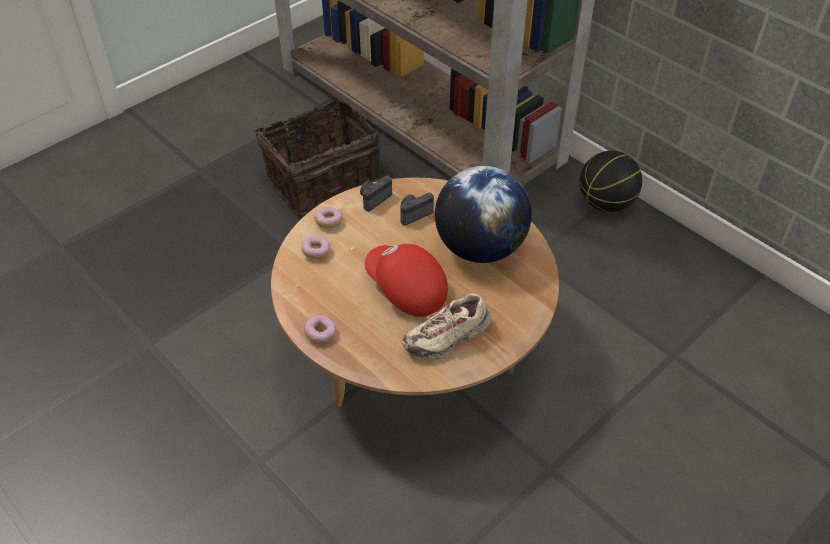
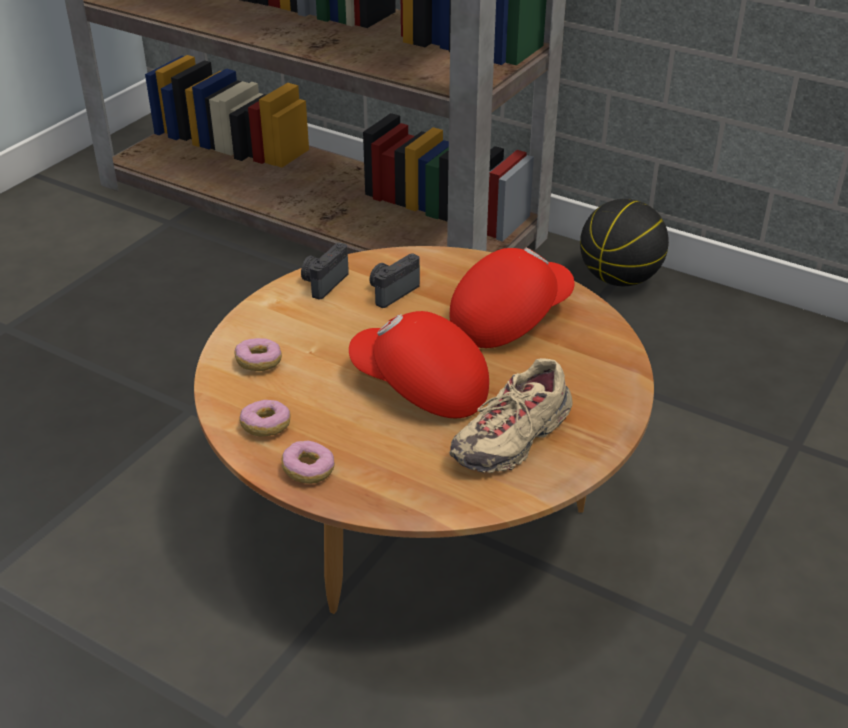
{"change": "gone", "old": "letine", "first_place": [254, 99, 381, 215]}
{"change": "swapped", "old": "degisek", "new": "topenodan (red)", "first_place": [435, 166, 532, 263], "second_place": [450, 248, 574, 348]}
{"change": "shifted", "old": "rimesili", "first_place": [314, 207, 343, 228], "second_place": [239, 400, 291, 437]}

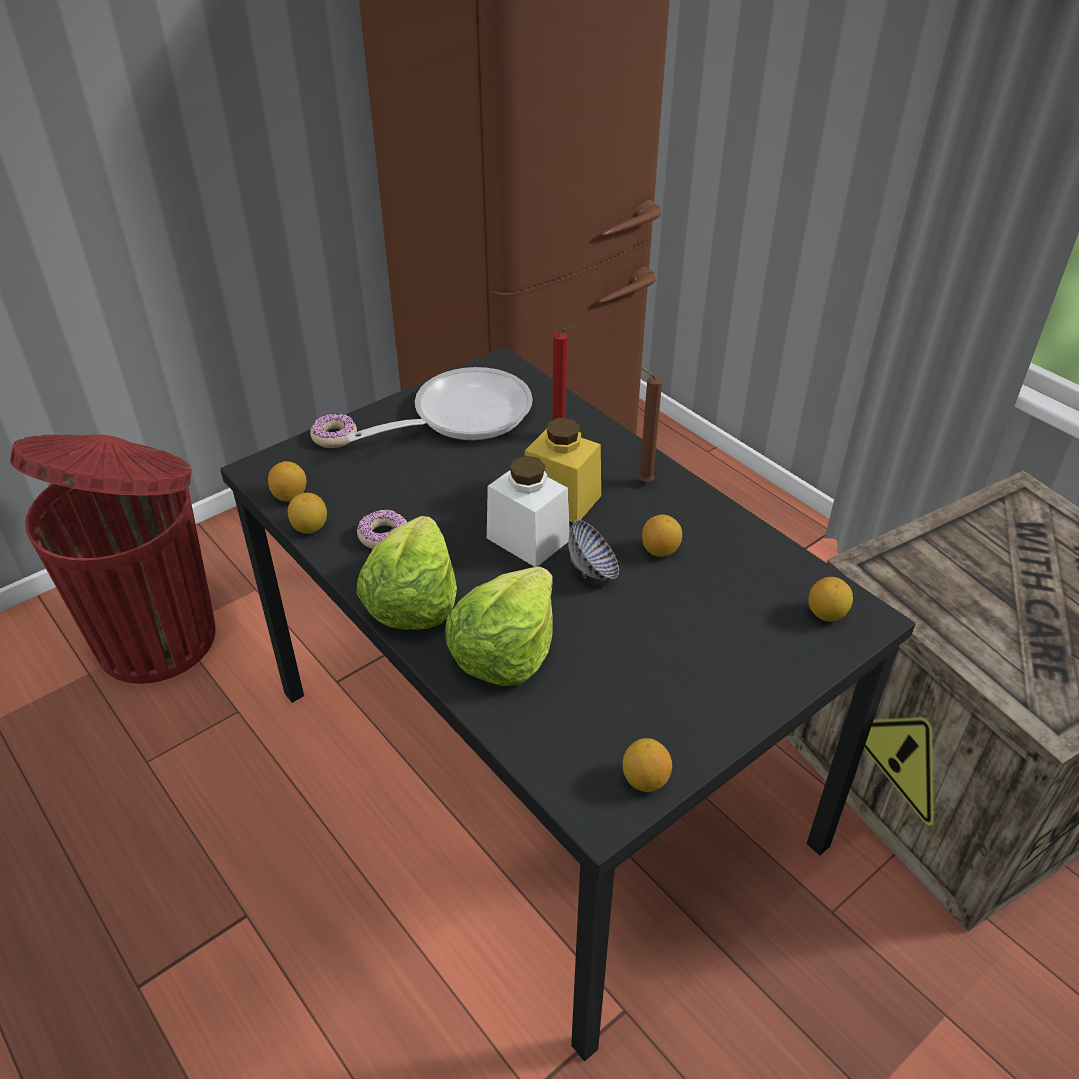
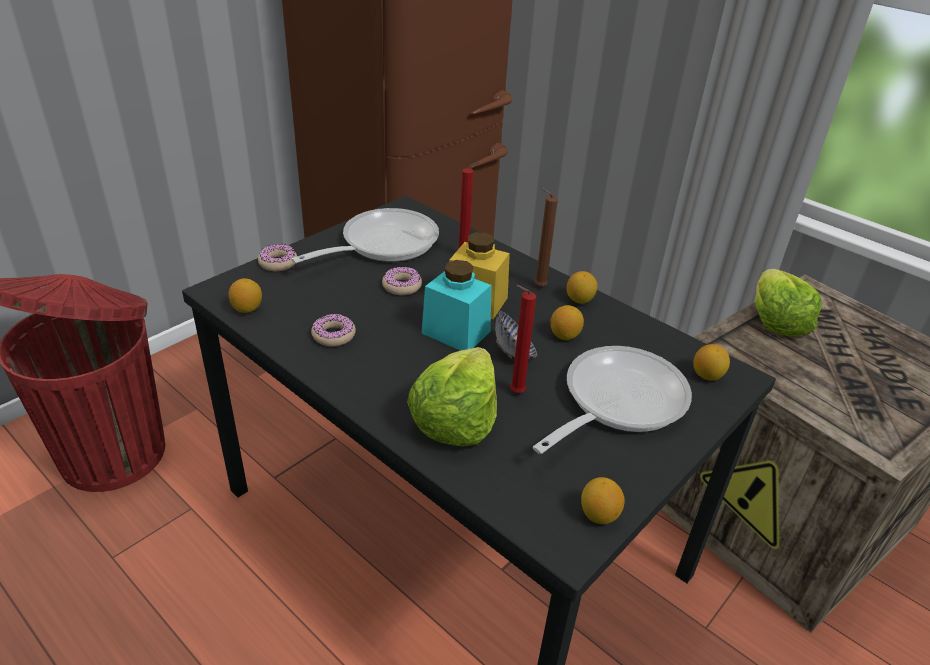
{"change": "repainted", "old": "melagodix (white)", "new": "melagodix (turquoise)", "first_place": [487, 456, 570, 567], "second_place": [421, 260, 491, 351]}
{"change": "shifted", "old": "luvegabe", "first_place": [288, 493, 327, 534], "second_place": [567, 271, 598, 304]}
{"change": "shifted", "old": "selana", "first_place": [356, 516, 457, 630], "second_place": [755, 269, 822, 336]}
{"change": "new", "new": "rimesili", "second_place": [382, 267, 422, 295]}
{"change": "new", "new": "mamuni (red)", "second_place": [510, 285, 536, 393]}
{"change": "new", "new": "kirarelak", "second_place": [533, 346, 692, 454]}

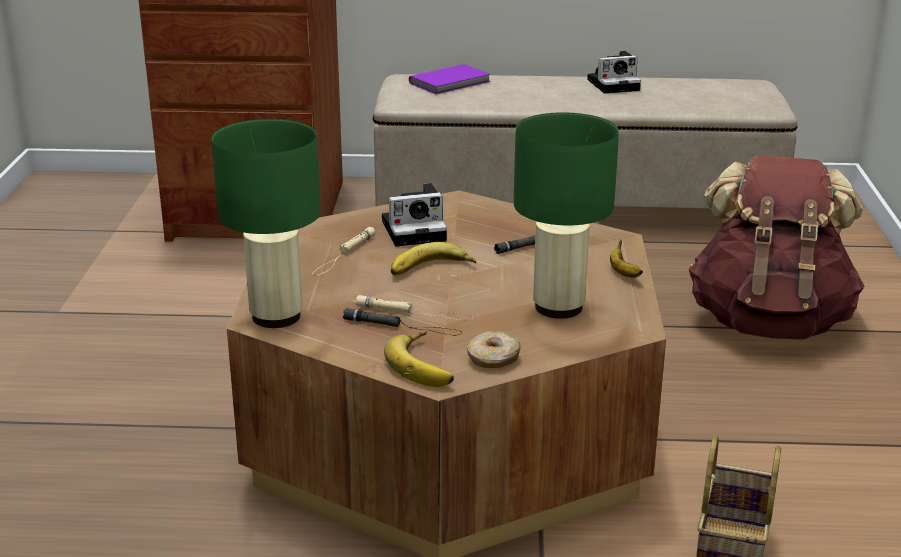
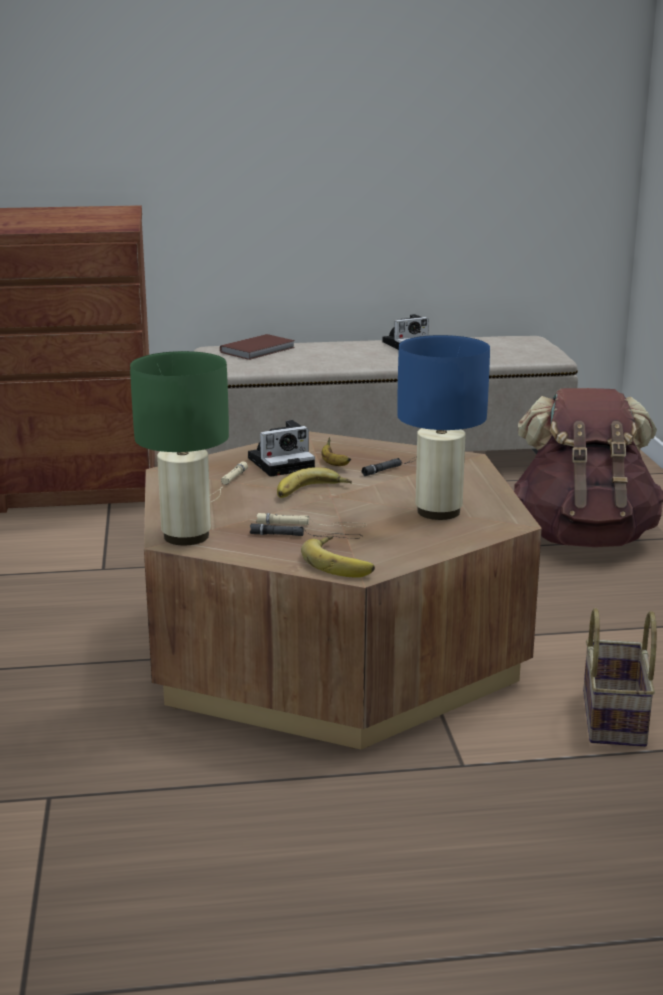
{"change": "repainted", "old": "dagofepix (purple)", "new": "dagofepix (brown)", "first_place": [409, 64, 491, 94], "second_place": [220, 334, 295, 360]}
{"change": "repainted", "old": "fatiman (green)", "new": "fatiman (blue)", "first_place": [514, 112, 619, 319], "second_place": [397, 335, 490, 520]}
{"change": "shifted", "old": "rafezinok", "first_place": [610, 239, 643, 278], "second_place": [321, 438, 351, 466]}
{"change": "gone", "old": "rimesili", "first_place": [467, 331, 521, 368]}

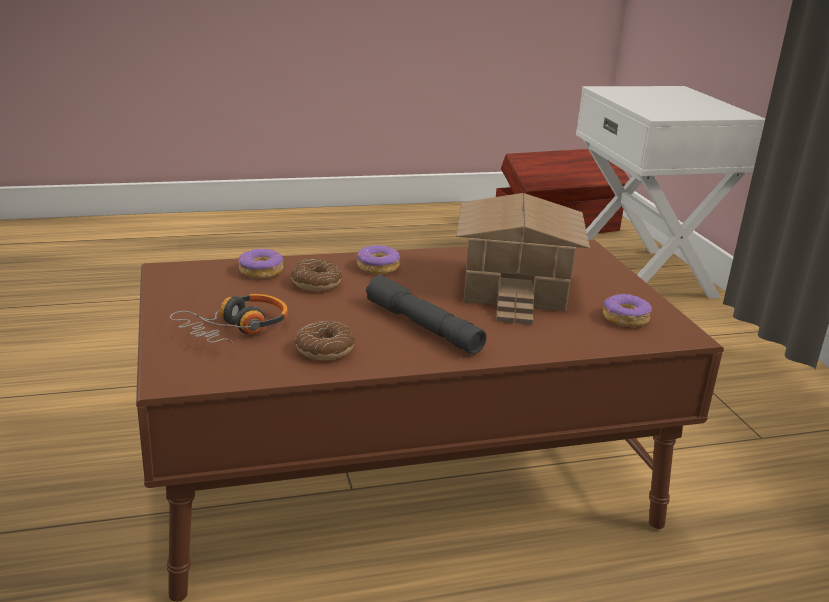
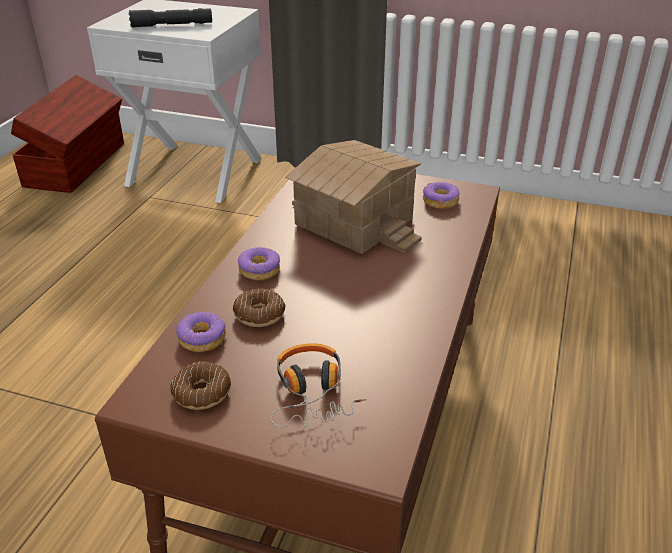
{"change": "shifted", "old": "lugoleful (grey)", "first_place": [366, 275, 487, 354], "second_place": [129, 8, 212, 28]}
{"change": "shifted", "old": "rimesili", "first_place": [295, 321, 355, 360], "second_place": [171, 361, 231, 410]}

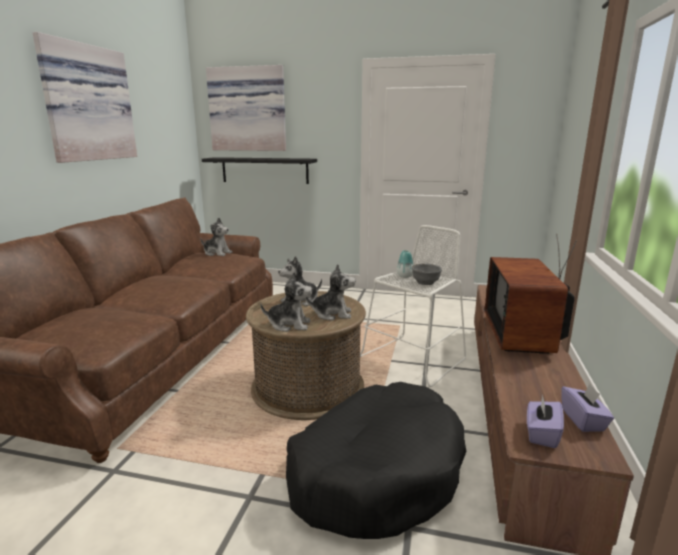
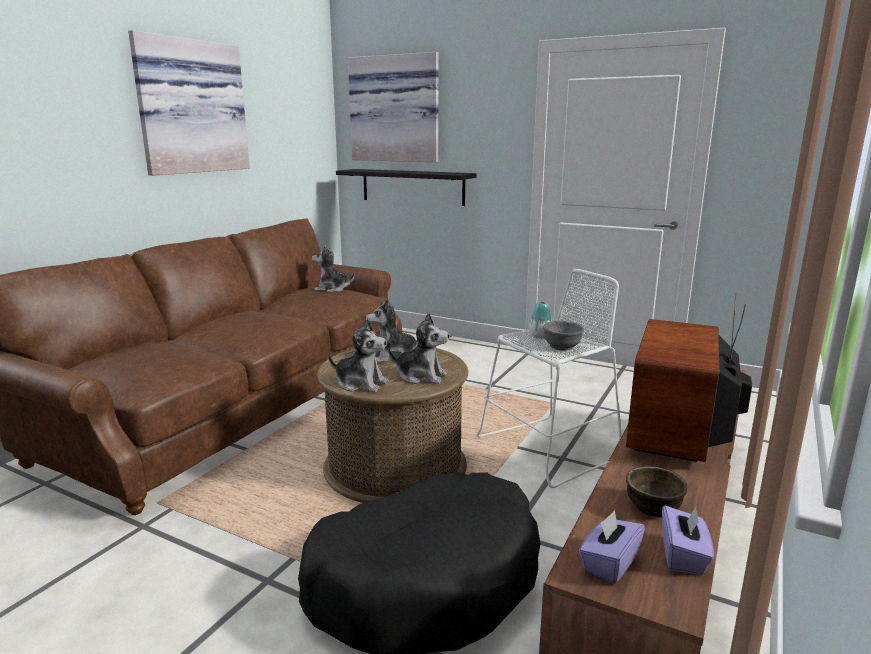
{"change": "rotated", "old": "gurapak", "first_place": [200, 218, 232, 256], "second_place": [312, 245, 355, 292], "degrees": 150}
{"change": "new", "new": "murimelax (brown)", "second_place": [626, 466, 687, 517]}

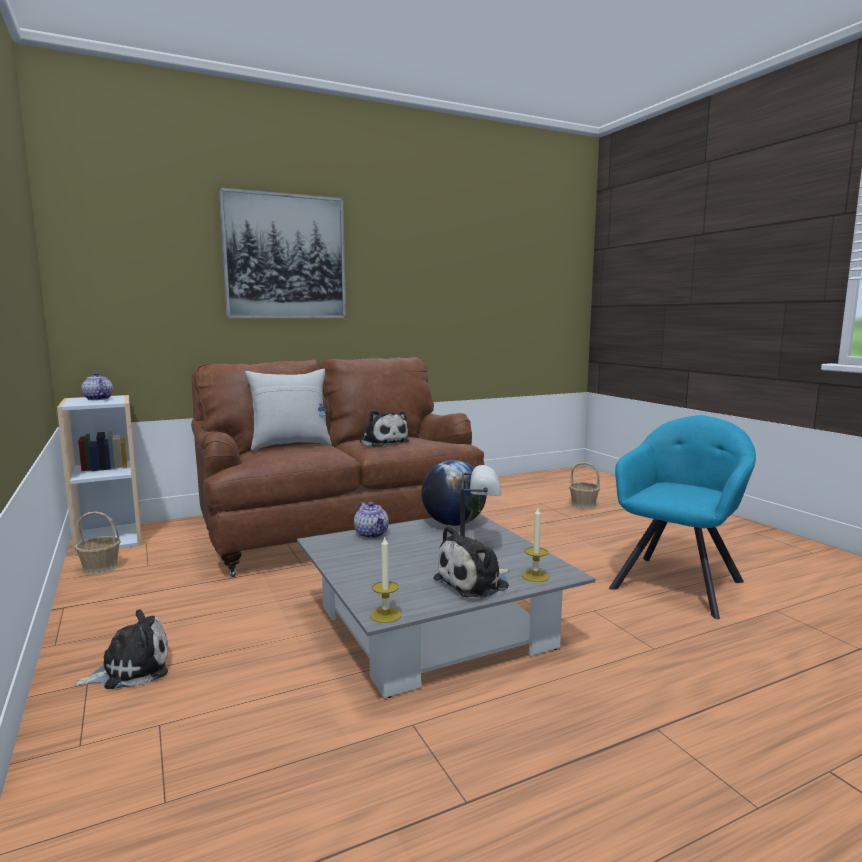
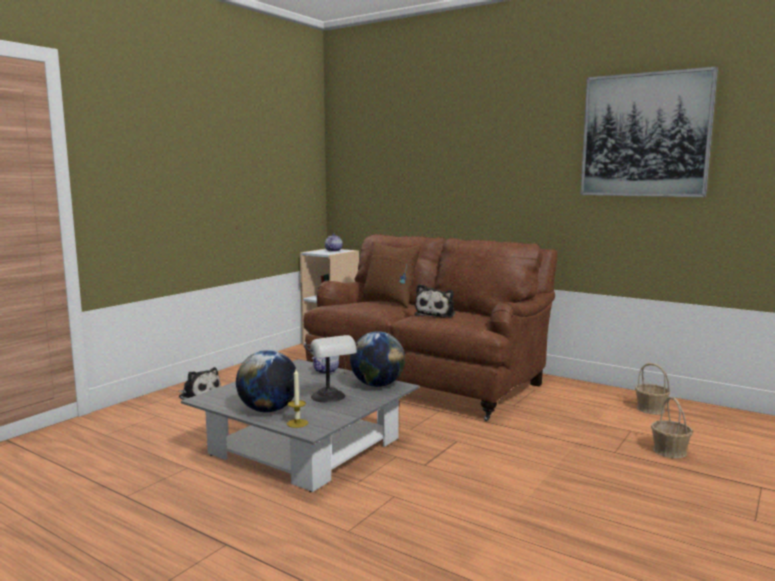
{"change": "shifted", "old": "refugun", "first_place": [219, 187, 346, 318], "second_place": [580, 66, 718, 197]}
{"change": "repainted", "old": "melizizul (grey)", "new": "melizizul (brown)", "first_place": [245, 369, 332, 450], "second_place": [361, 241, 421, 308]}
{"change": "gone", "old": "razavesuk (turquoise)", "first_place": [609, 415, 756, 619]}
{"change": "shifted", "old": "letine", "first_place": [75, 511, 121, 575], "second_place": [635, 363, 670, 414]}
{"change": "swapped", "old": "gurapak", "new": "degisek", "first_place": [433, 525, 510, 598], "second_place": [236, 350, 297, 412]}
{"change": "gone", "old": "mamuni", "first_place": [370, 537, 401, 623]}

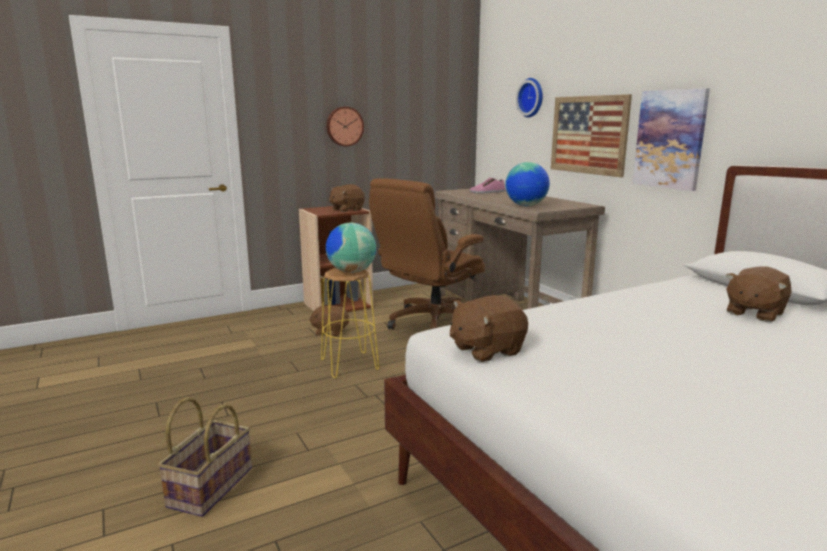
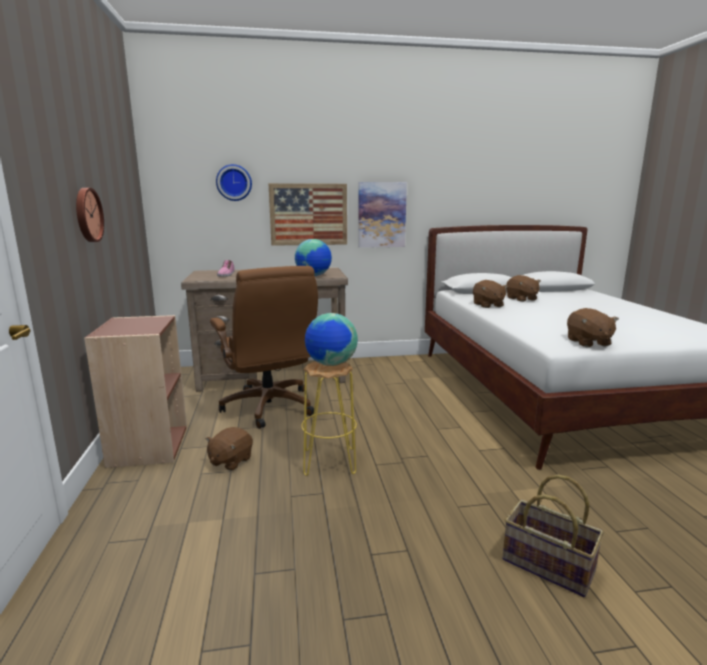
{"change": "shifted", "old": "gurapak (brown)", "first_place": [329, 184, 365, 212], "second_place": [473, 280, 508, 308]}

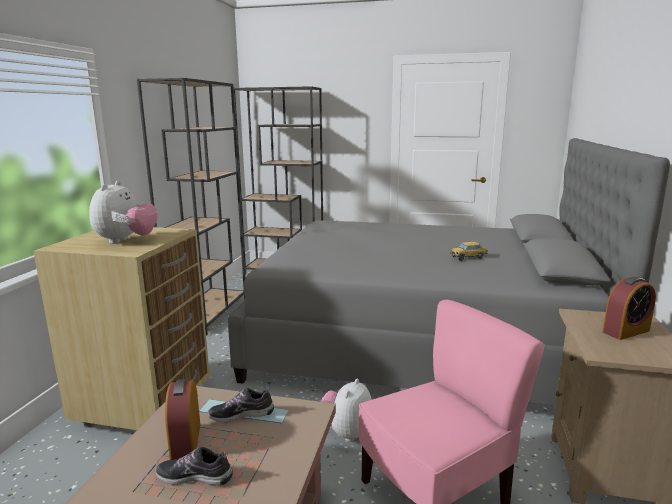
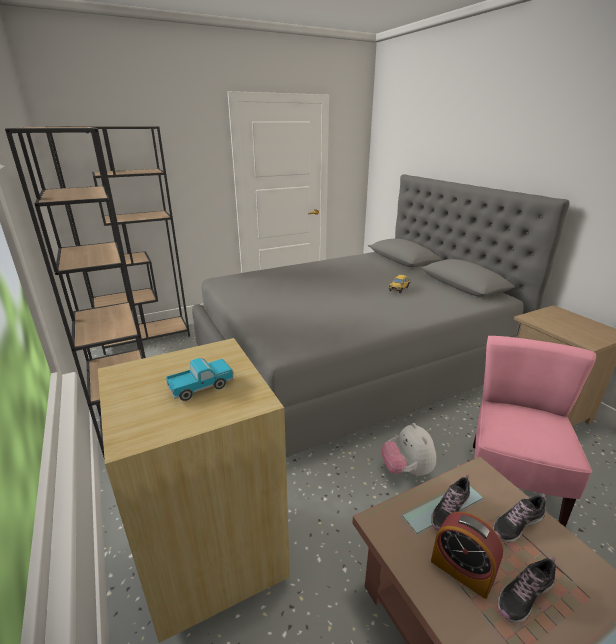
{"change": "swapped", "old": "gurapak", "new": "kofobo", "first_place": [89, 181, 158, 244], "second_place": [166, 358, 234, 401]}
{"change": "gone", "old": "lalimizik", "first_place": [603, 276, 656, 340]}
{"change": "new", "new": "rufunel", "second_place": [492, 494, 546, 543]}

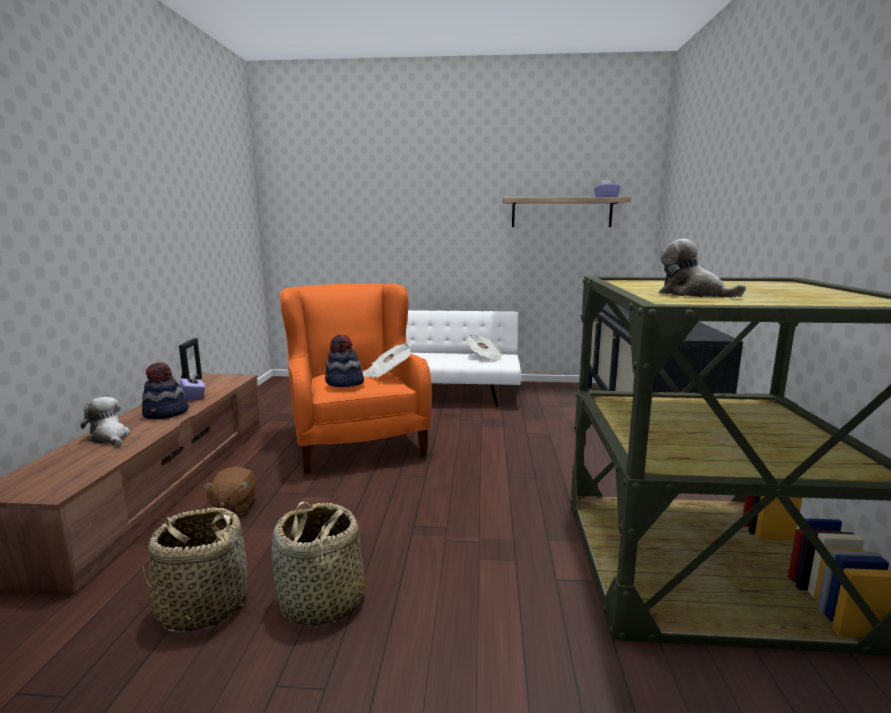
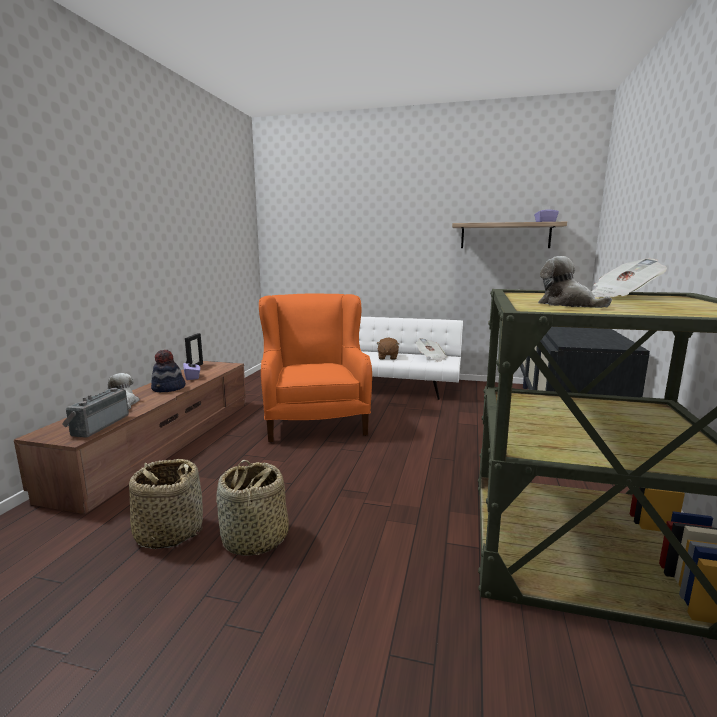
{"change": "gone", "old": "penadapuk", "first_place": [325, 335, 364, 387]}
{"change": "shifted", "old": "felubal", "first_place": [363, 343, 412, 378], "second_place": [591, 259, 667, 297]}
{"change": "shifted", "old": "gurapak (brown)", "first_place": [203, 467, 256, 515], "second_place": [376, 338, 399, 360]}
{"change": "new", "new": "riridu", "second_place": [62, 388, 129, 438]}

